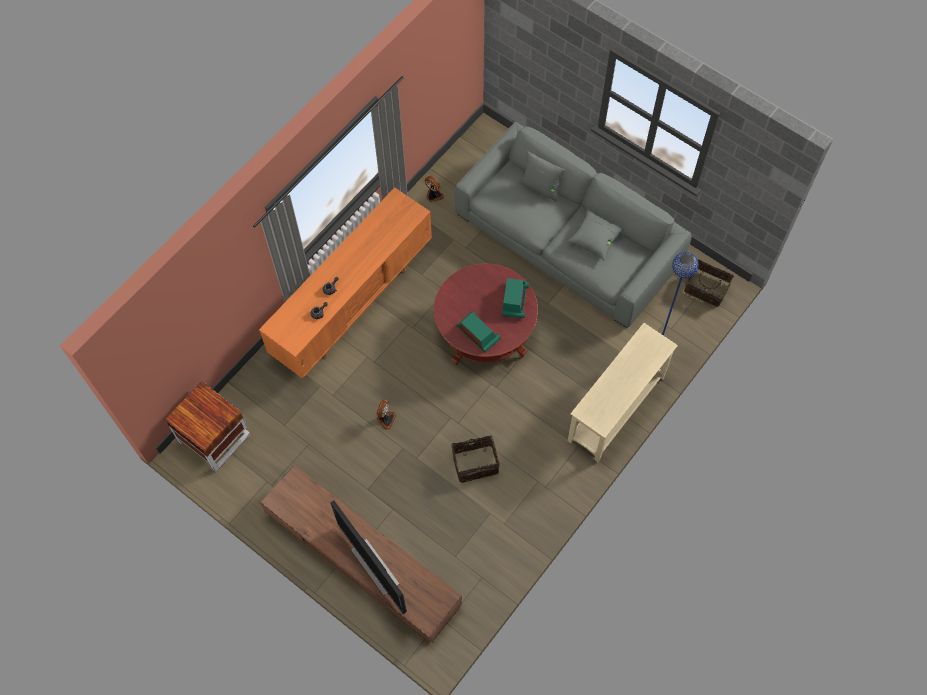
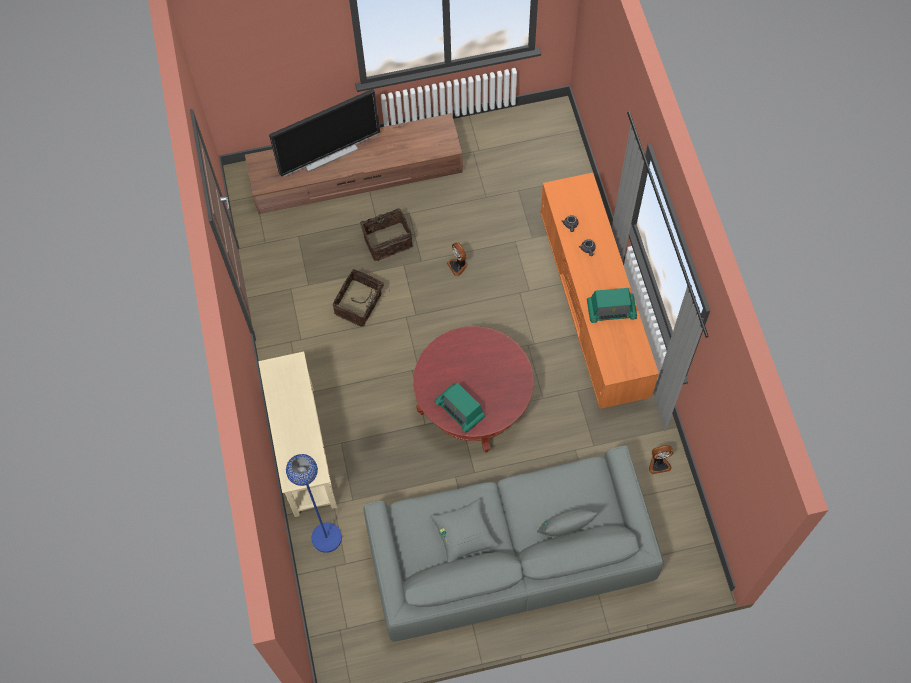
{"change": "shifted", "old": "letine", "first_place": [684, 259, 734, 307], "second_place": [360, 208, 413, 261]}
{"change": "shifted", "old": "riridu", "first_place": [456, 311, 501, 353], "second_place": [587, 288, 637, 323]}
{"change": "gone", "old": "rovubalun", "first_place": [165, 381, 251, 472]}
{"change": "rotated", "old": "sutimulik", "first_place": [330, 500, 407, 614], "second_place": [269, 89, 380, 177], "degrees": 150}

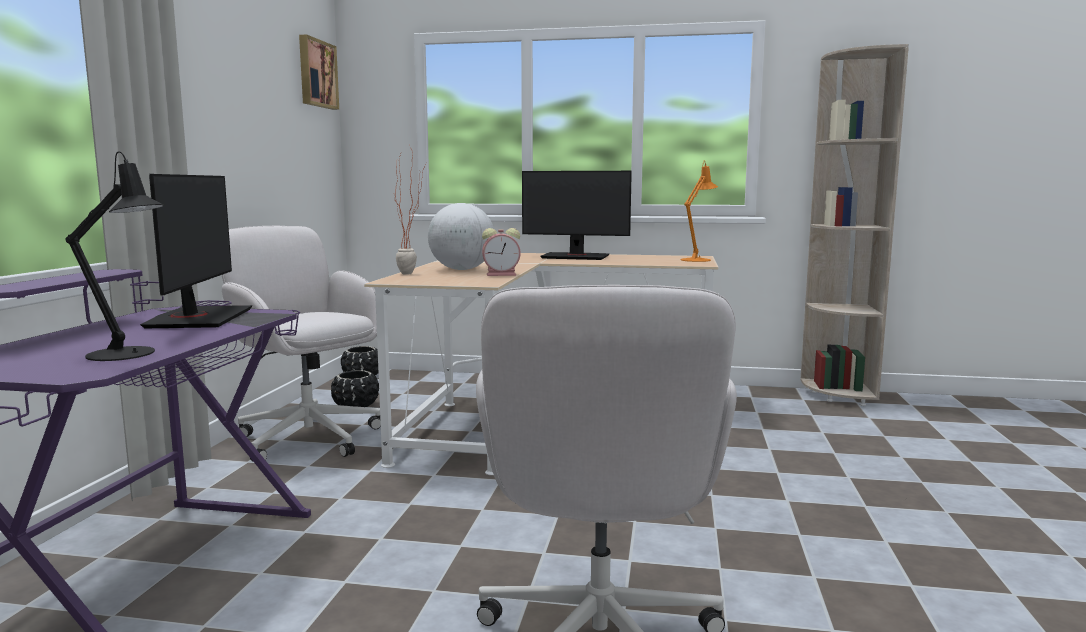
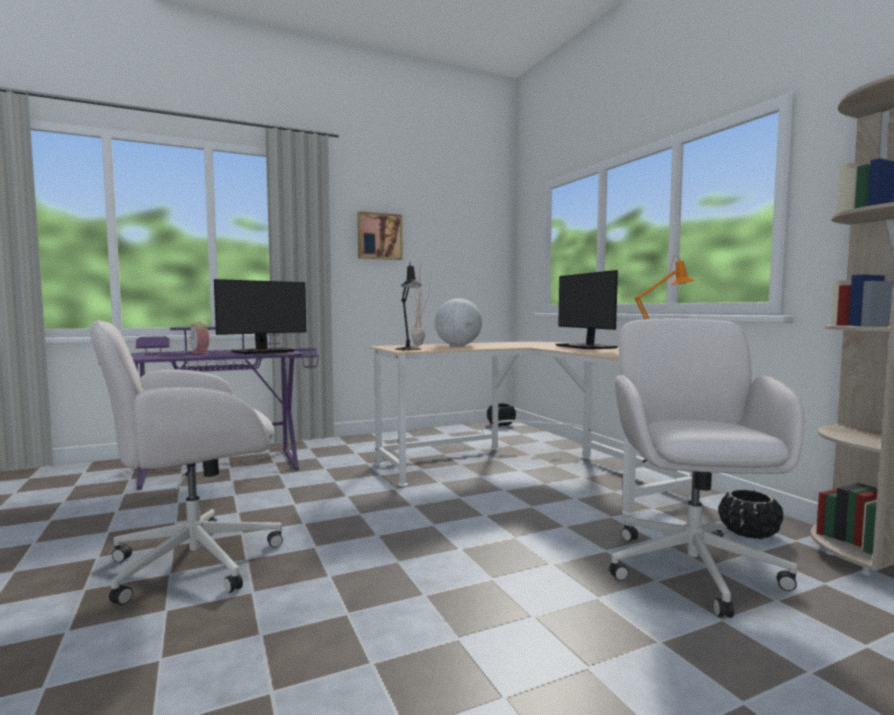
{"change": "shifted", "old": "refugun", "first_place": [299, 34, 339, 110], "second_place": [357, 211, 403, 260]}
{"change": "shifted", "old": "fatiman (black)", "first_place": [66, 151, 164, 361], "second_place": [395, 262, 422, 350]}
{"change": "shifted", "old": "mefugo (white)", "first_place": [222, 226, 381, 461], "second_place": [609, 318, 804, 618]}
{"change": "shifted", "old": "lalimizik", "first_place": [482, 228, 521, 276], "second_place": [190, 321, 209, 354]}
{"change": "shifted", "old": "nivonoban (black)", "first_place": [331, 370, 379, 407], "second_place": [718, 489, 783, 539]}

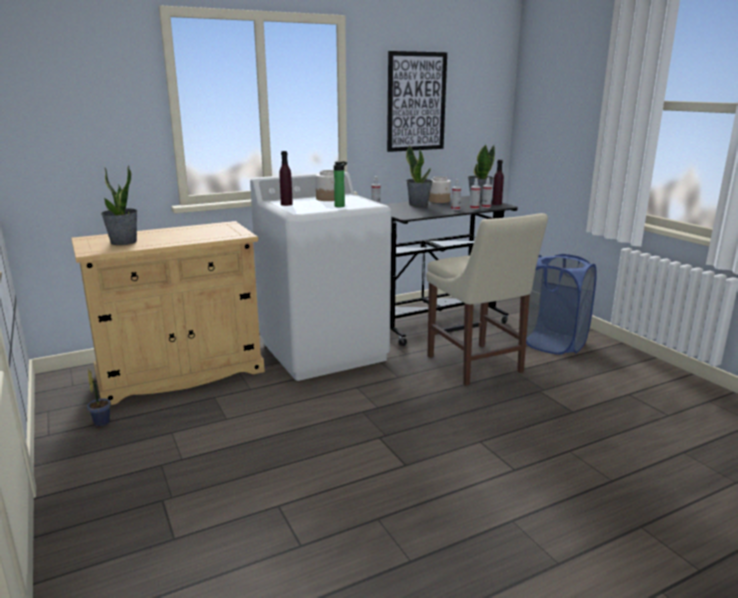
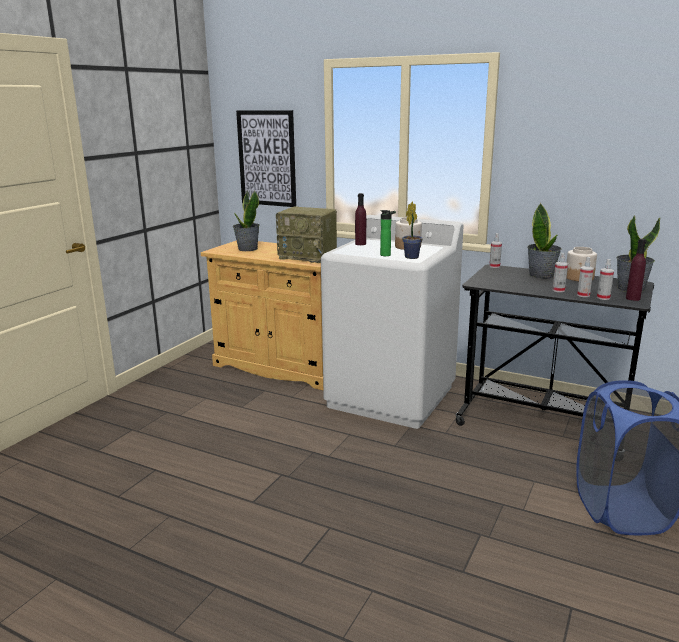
{"change": "shifted", "old": "refugun", "first_place": [387, 51, 447, 152], "second_place": [236, 110, 296, 207]}
{"change": "gone", "old": "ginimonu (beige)", "first_place": [426, 213, 548, 386]}
{"change": "shifted", "old": "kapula", "first_place": [87, 369, 111, 426], "second_place": [402, 202, 423, 259]}
{"change": "new", "new": "riridu", "second_place": [276, 207, 337, 263]}

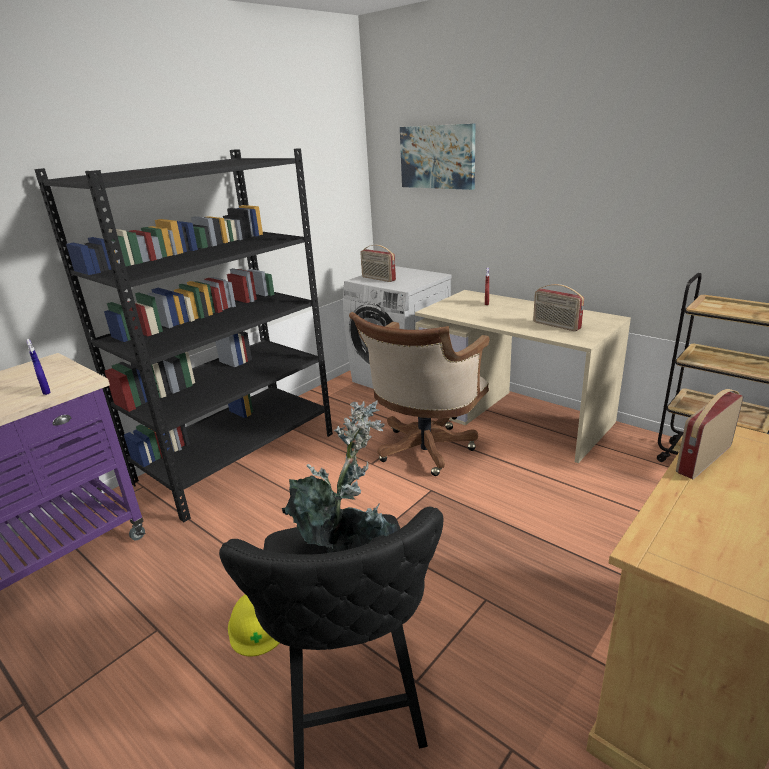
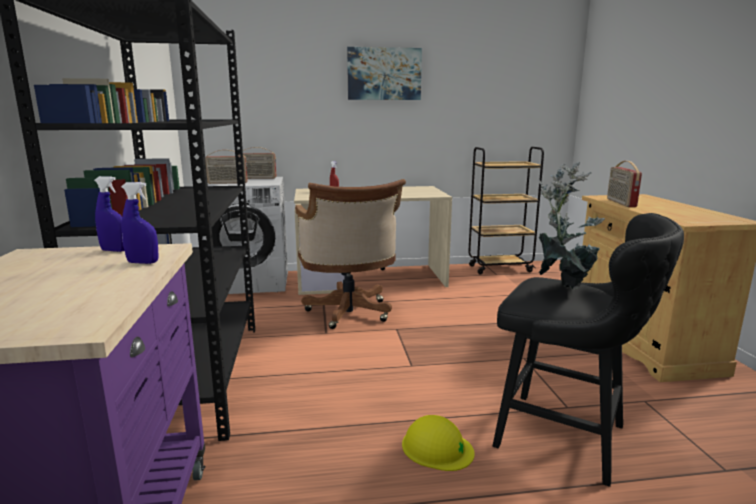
{"change": "shifted", "old": "refugun", "first_place": [400, 124, 475, 190], "second_place": [347, 47, 422, 100]}
{"change": "shifted", "old": "riridu", "first_place": [533, 284, 584, 331], "second_place": [238, 147, 276, 179]}
{"change": "new", "new": "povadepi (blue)", "second_place": [94, 176, 124, 252]}

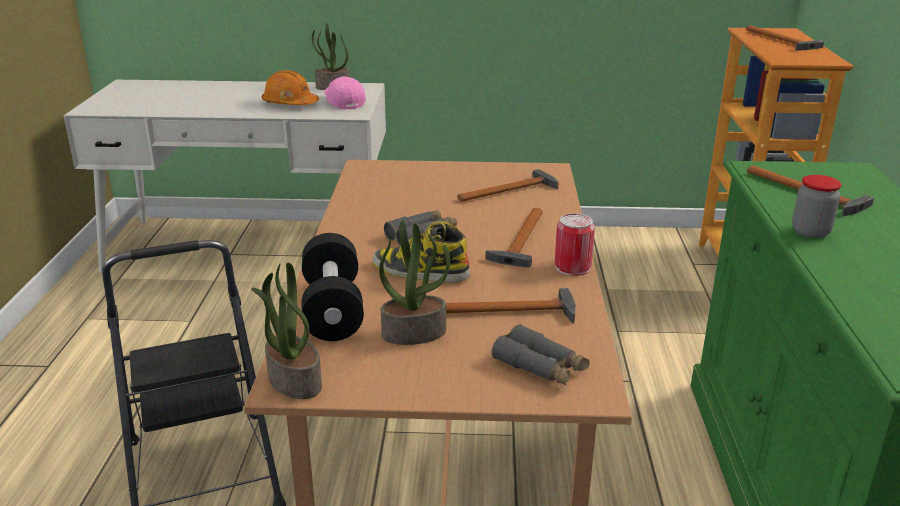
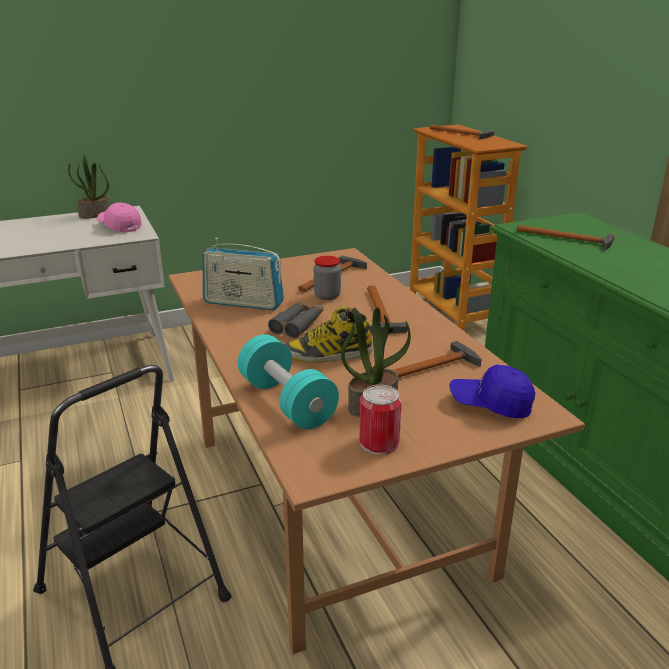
{"change": "gone", "old": "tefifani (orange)", "first_place": [262, 70, 319, 105]}
{"change": "shifted", "old": "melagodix", "first_place": [792, 175, 842, 238], "second_place": [314, 256, 341, 300]}
{"change": "shifted", "old": "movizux", "first_place": [555, 213, 595, 276], "second_place": [359, 385, 402, 455]}
{"change": "repainted", "old": "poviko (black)", "new": "poviko (turquoise)", "first_place": [301, 233, 364, 341], "second_place": [238, 334, 339, 429]}
{"change": "gone", "old": "kapula", "first_place": [251, 263, 322, 399]}
{"change": "swapped", "old": "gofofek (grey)", "new": "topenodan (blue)", "first_place": [492, 324, 590, 386], "second_place": [450, 365, 535, 418]}
{"change": "new", "new": "riridu", "second_place": [202, 238, 284, 310]}

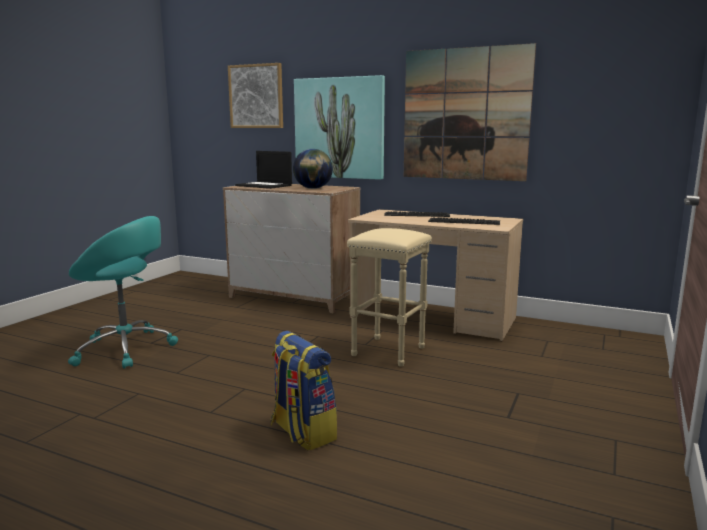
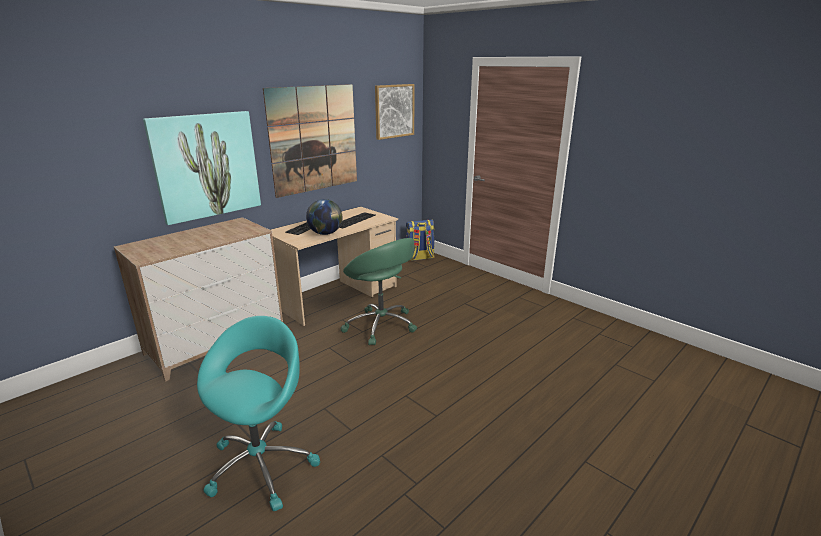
{"change": "shifted", "old": "refugun", "first_place": [228, 63, 283, 128], "second_place": [375, 84, 414, 140]}
{"change": "shifted", "old": "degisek", "first_place": [293, 149, 333, 189], "second_place": [306, 199, 342, 235]}
{"change": "gone", "old": "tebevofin", "first_place": [235, 151, 292, 189]}
{"change": "swapped", "old": "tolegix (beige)", "new": "mefugo (green)", "first_place": [347, 228, 432, 367], "second_place": [341, 238, 417, 345]}
{"change": "shifted", "old": "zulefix", "first_place": [271, 331, 337, 451], "second_place": [406, 220, 435, 261]}

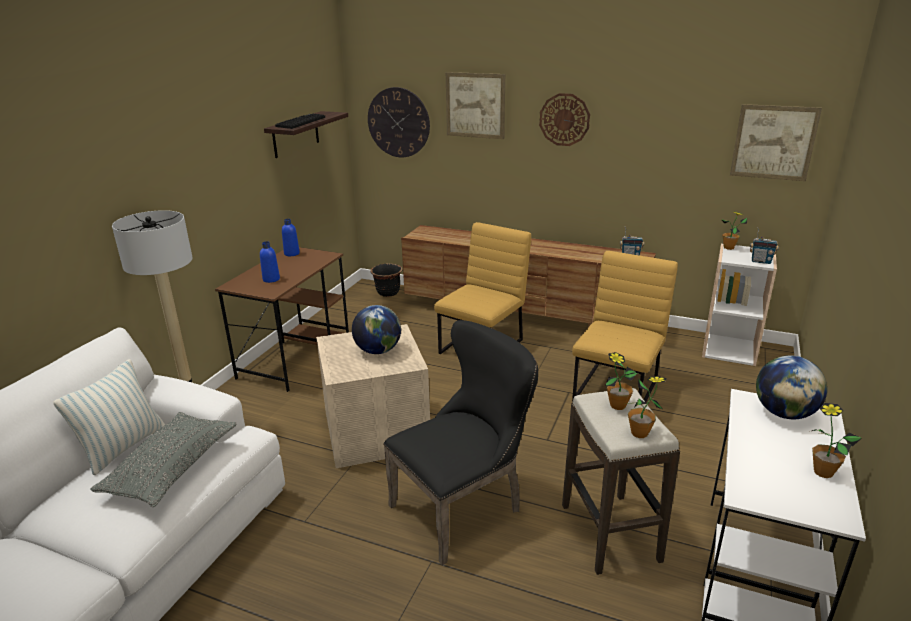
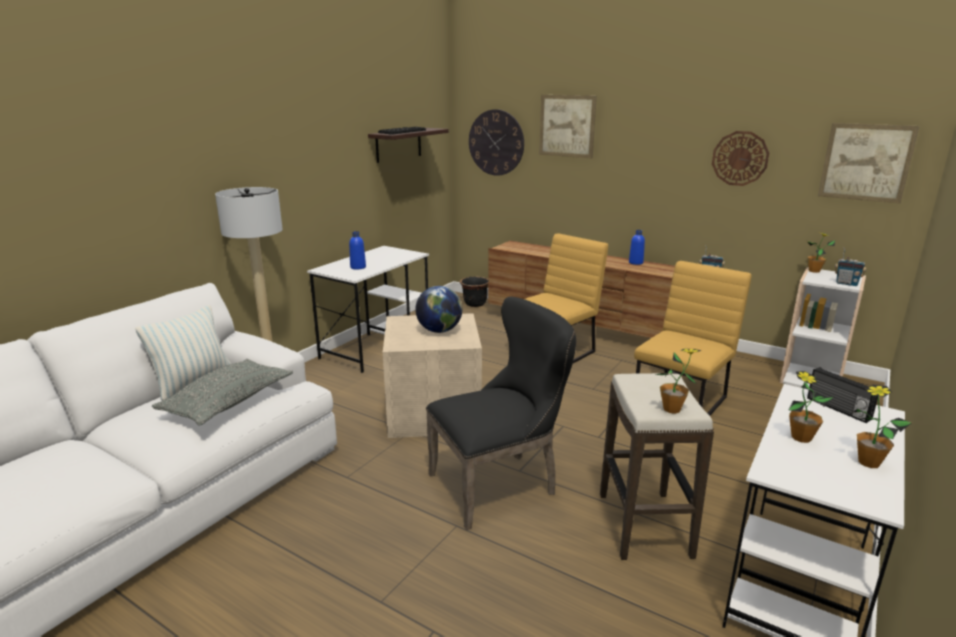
{"change": "shifted", "old": "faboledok", "first_place": [539, 93, 590, 146], "second_place": [712, 131, 769, 186]}
{"change": "shifted", "old": "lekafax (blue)", "first_place": [282, 219, 300, 256], "second_place": [629, 230, 645, 265]}
{"change": "repainted", "old": "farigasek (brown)", "new": "farigasek (white)", "first_place": [215, 247, 349, 392], "second_place": [307, 246, 429, 373]}
{"change": "shifted", "old": "kapula", "first_place": [605, 352, 637, 410], "second_place": [789, 371, 833, 443]}
{"change": "swapped", "old": "degisek", "new": "riridu", "first_place": [756, 355, 827, 419], "second_place": [807, 367, 878, 423]}

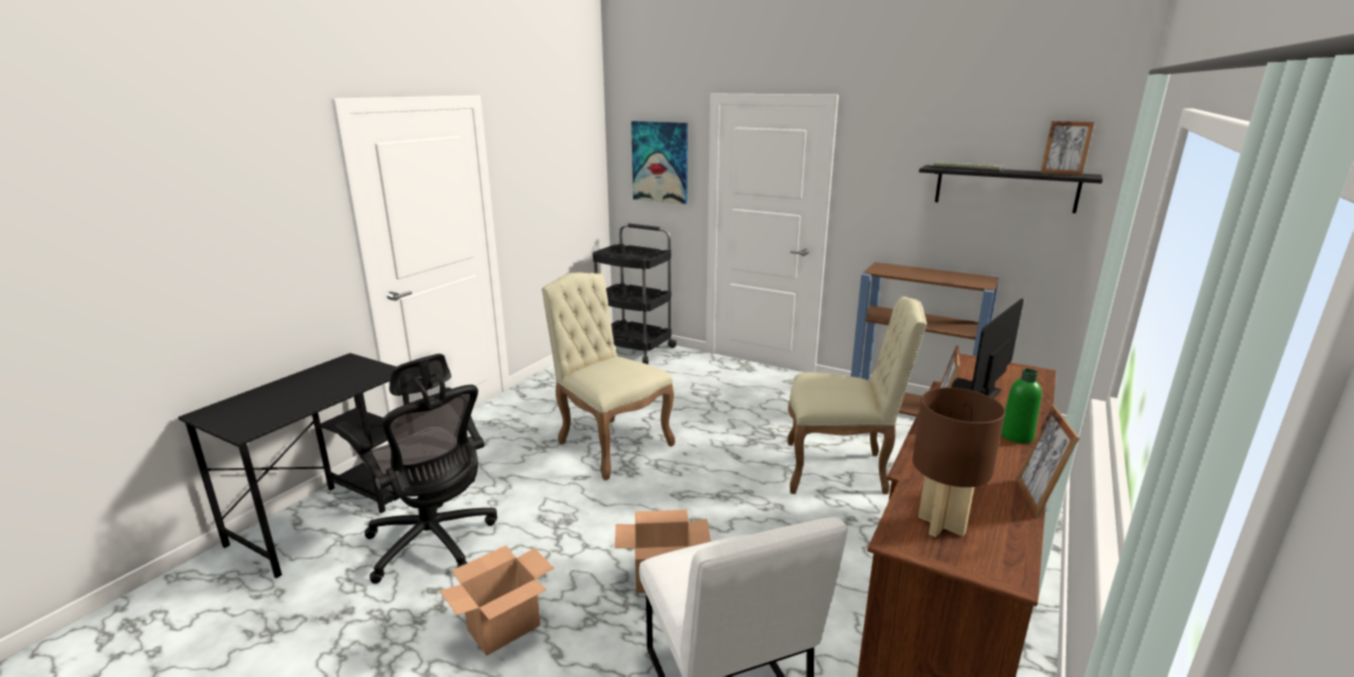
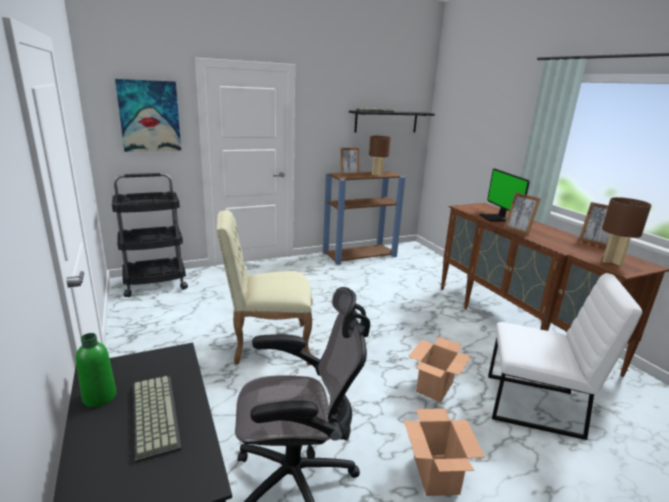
{"change": "shifted", "old": "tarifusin", "first_place": [1040, 121, 1095, 176], "second_place": [340, 148, 359, 175]}
{"change": "gone", "old": "ginimonu (beige)", "first_place": [788, 296, 927, 494]}
{"change": "shifted", "old": "lekafax (green)", "first_place": [1001, 369, 1042, 443], "second_place": [76, 333, 117, 407]}
{"change": "new", "new": "fatiman (brown)", "second_place": [369, 136, 391, 176]}
{"change": "new", "new": "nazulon", "second_place": [133, 376, 181, 463]}

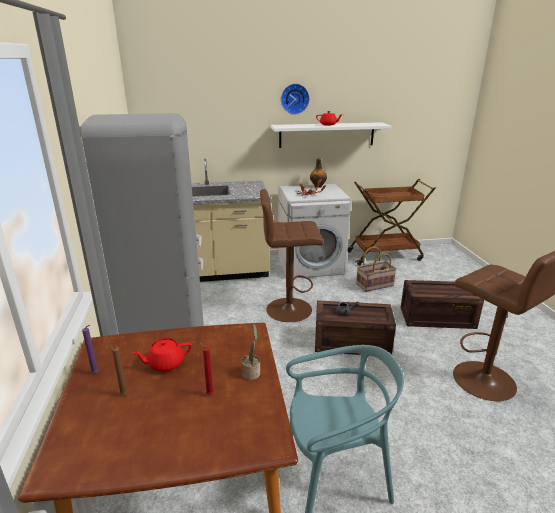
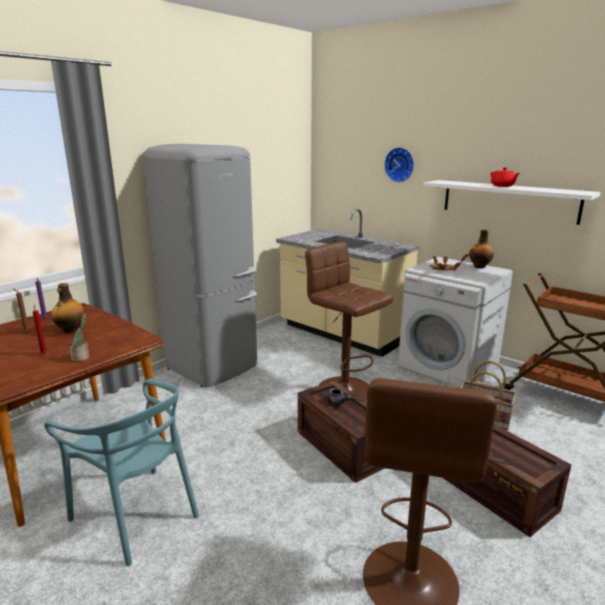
{"change": "shifted", "old": "faboledok", "first_place": [281, 84, 310, 115], "second_place": [384, 147, 414, 182]}
{"change": "swapped", "old": "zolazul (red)", "new": "lekafax", "first_place": [132, 338, 192, 372], "second_place": [51, 283, 86, 333]}

